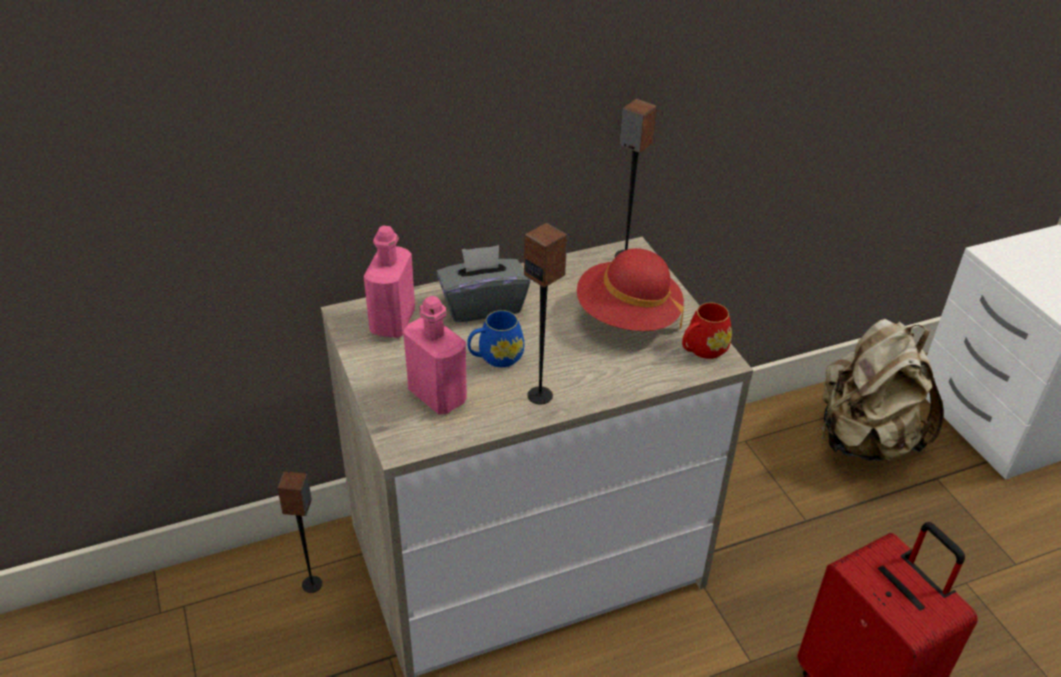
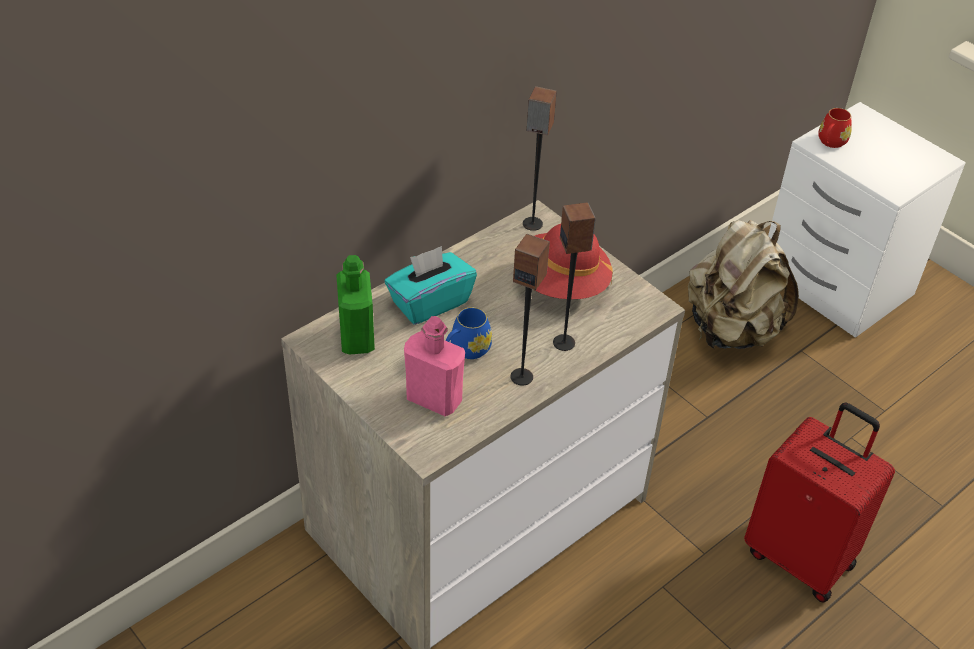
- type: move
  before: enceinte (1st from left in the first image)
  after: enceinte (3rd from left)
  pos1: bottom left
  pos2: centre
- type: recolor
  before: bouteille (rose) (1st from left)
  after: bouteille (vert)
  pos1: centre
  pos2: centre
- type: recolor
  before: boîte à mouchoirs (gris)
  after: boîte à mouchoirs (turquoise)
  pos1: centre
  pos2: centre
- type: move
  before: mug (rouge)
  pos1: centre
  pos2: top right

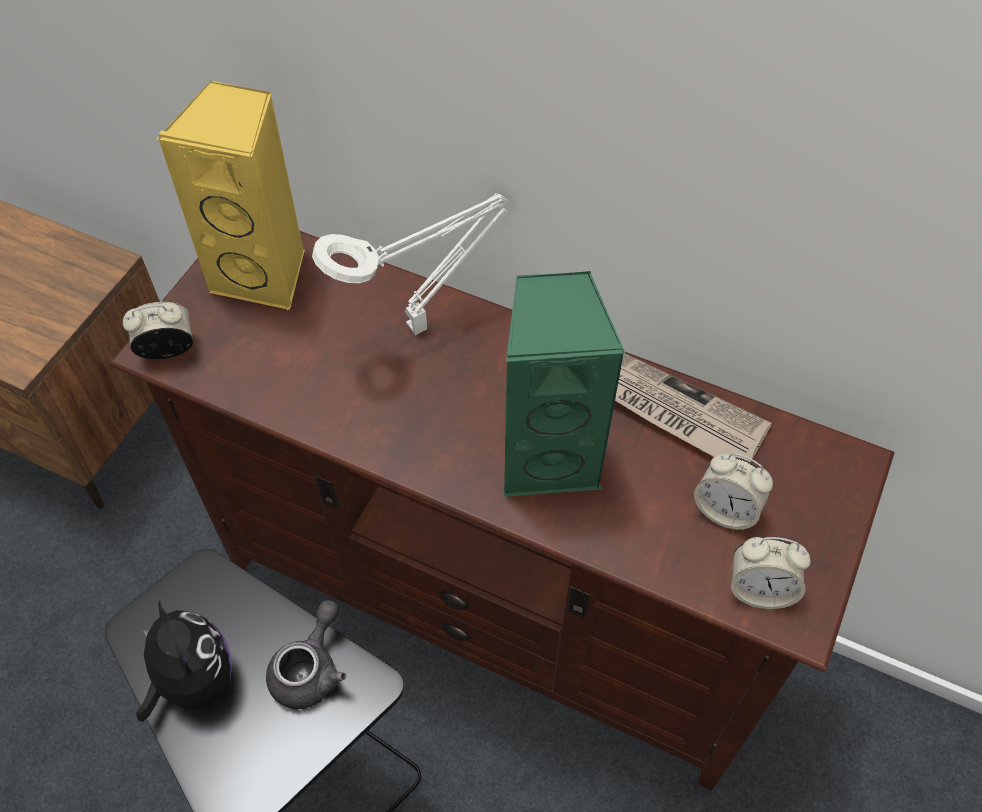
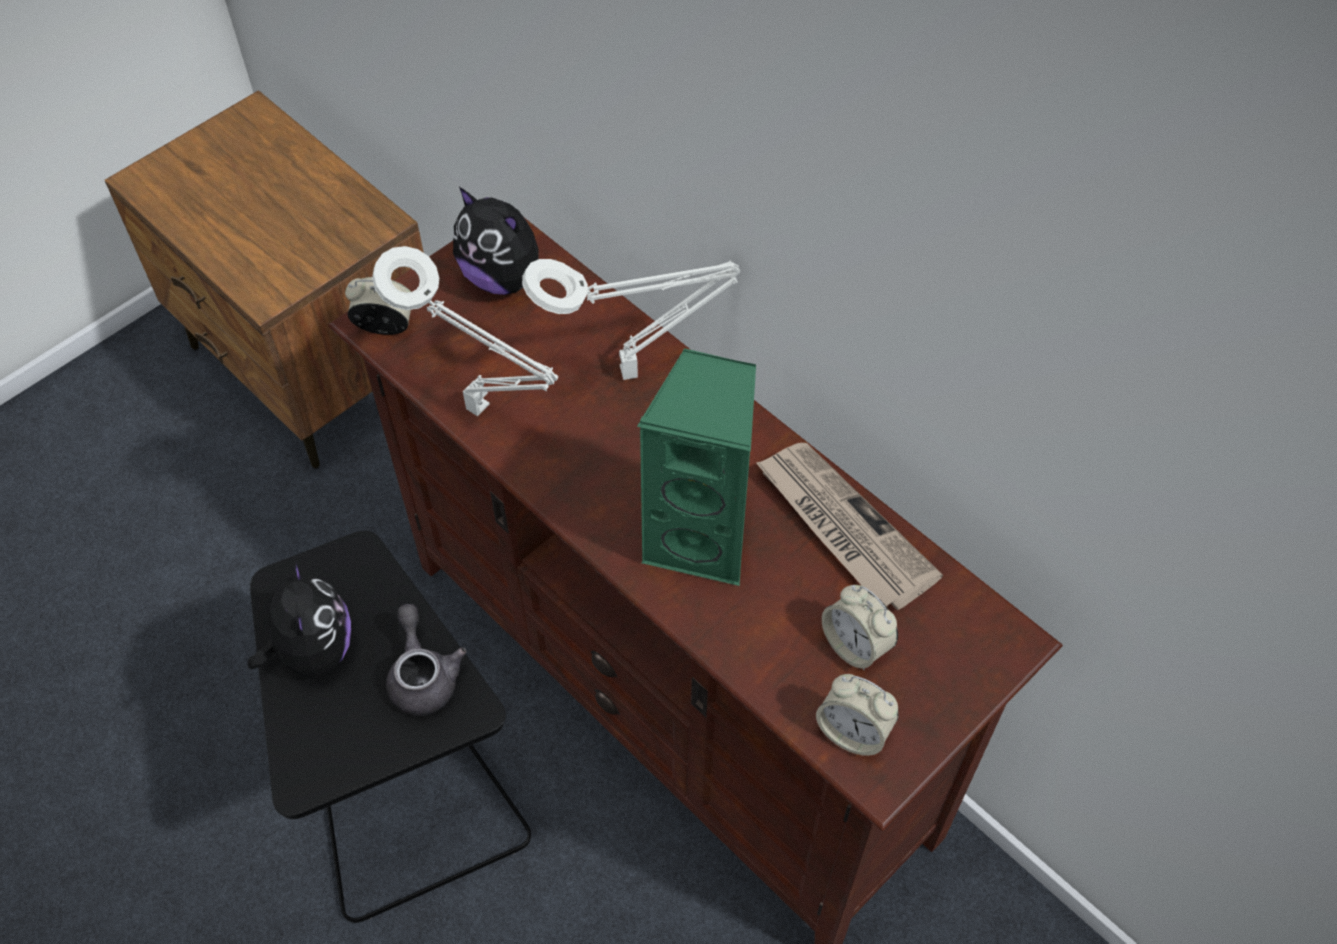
- type: replace
  before: enceinte (jaune)
  after: peluche (2nd from left)
  pos1: top left
  pos2: top centre
- type: rotate
  before: théière (gris)
  pos1: bottom left
  pos2: bottom left
  turn: -60
- type: insert
  after: lampe de table (blanc) (1st from left)
  pos2: centre

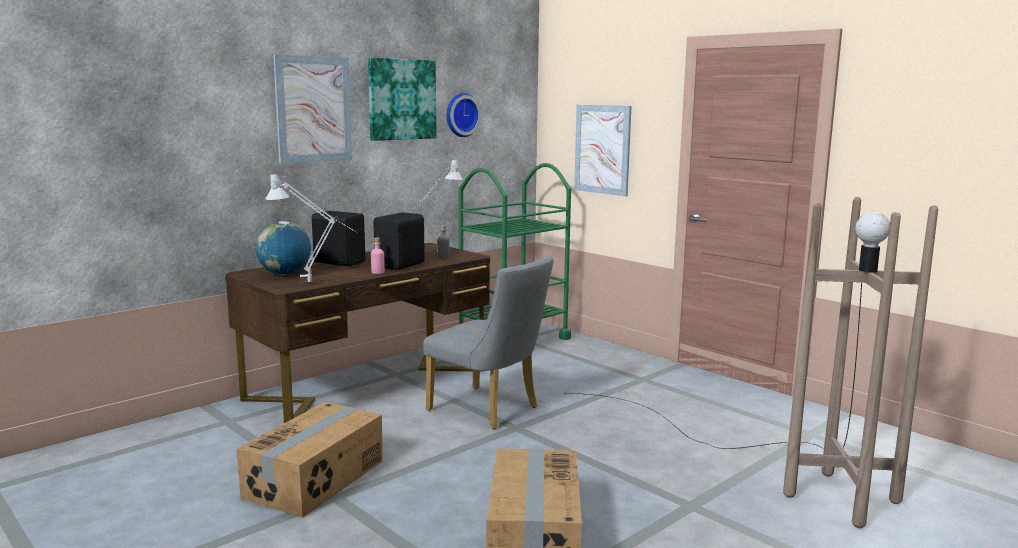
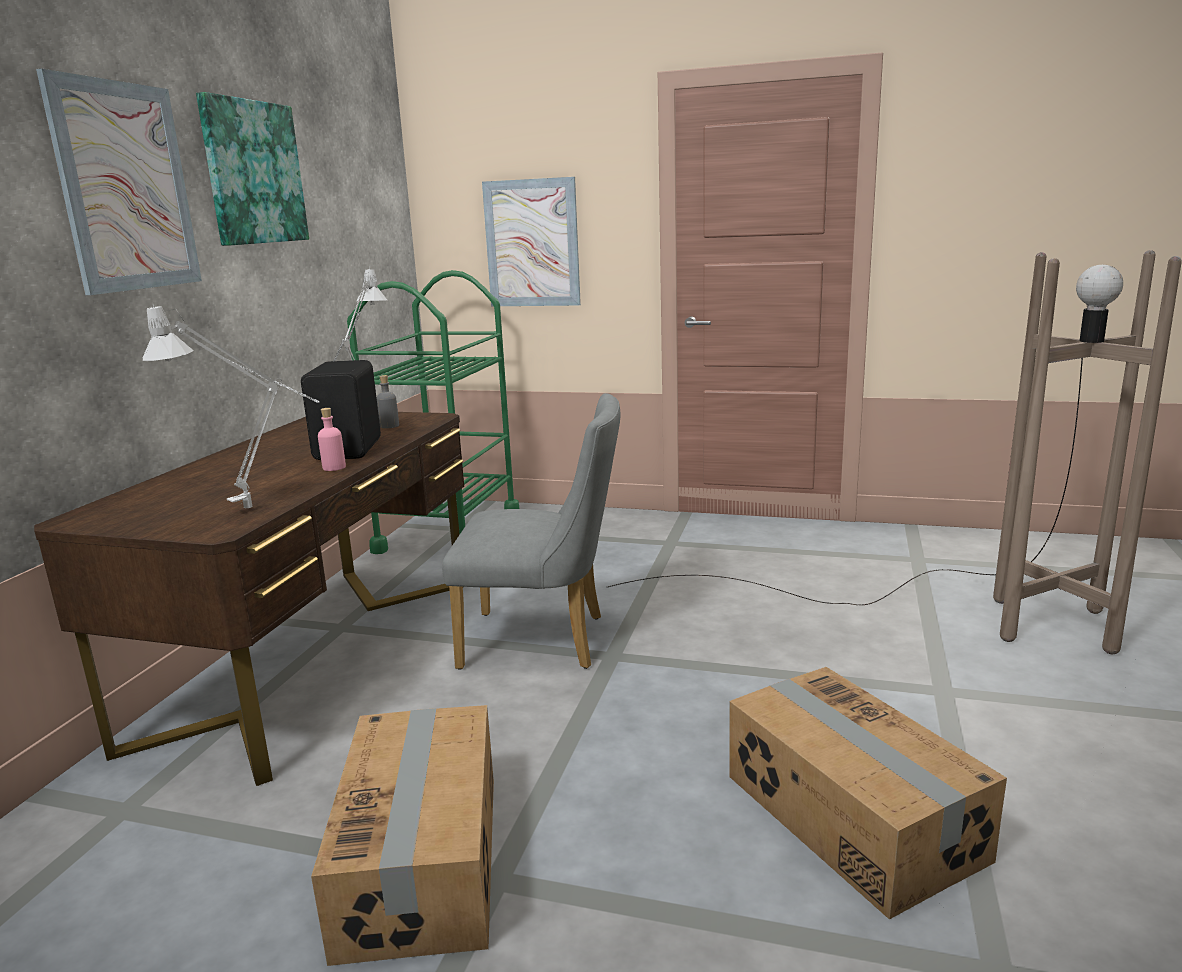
- type: delete
  before: globe
  pos1: middle left
- type: delete
  before: enceinte (noir) (1st from left)
  pos1: middle left
- type: delete
  before: horloge murale
  pos1: top centre

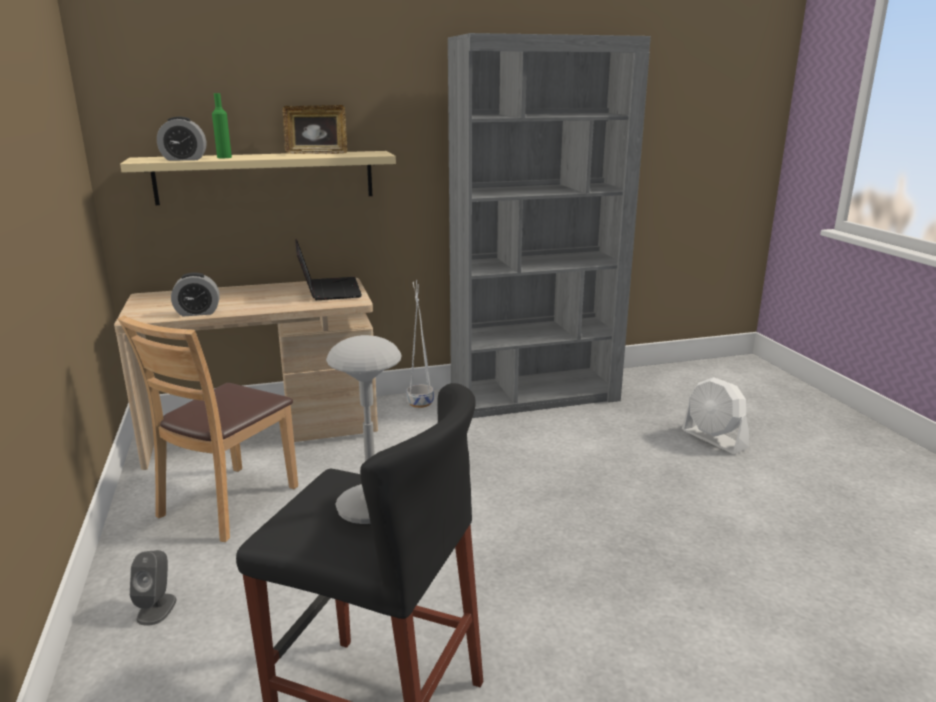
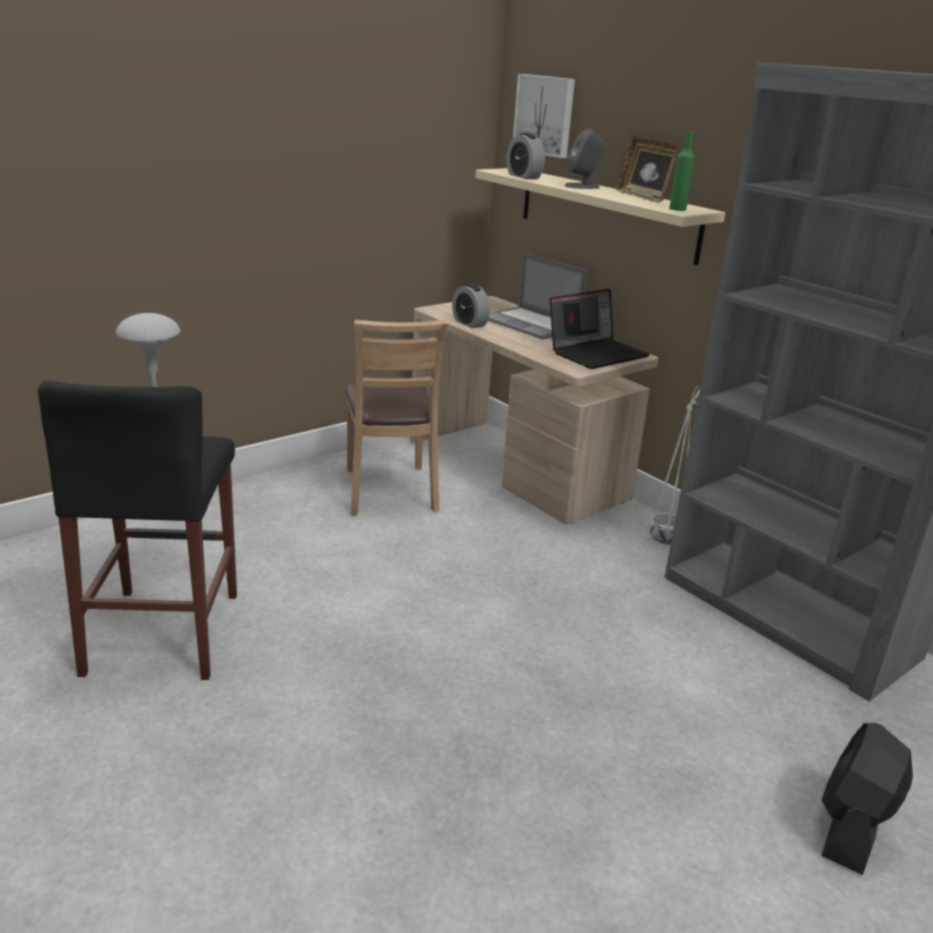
- type: rotate
  before: chaise (marron)
  pos1: middle left
  pos2: centre
  turn: -105
- type: move
  before: enceinte (gris)
  pos1: bottom left
  pos2: top centre
- type: move
  before: bouteille (vert)
  pos1: top left
  pos2: top right
- type: recolor
  before: ventilateur (blanc)
  after: ventilateur (noir)
  pos1: middle right
  pos2: bottom right
- type: insert
  after: ordinateur portable (1st from left)
  pos2: top centre
- type: insert
  after: tableau
  pos2: top centre

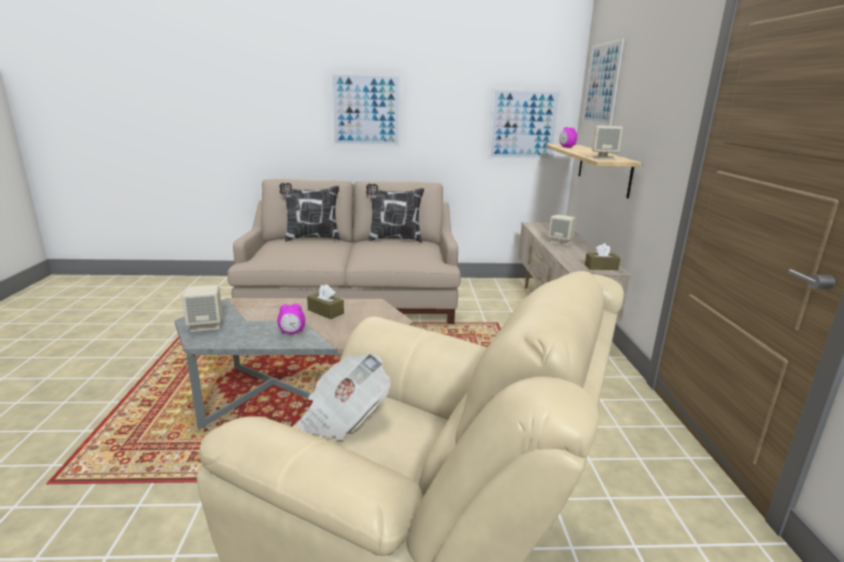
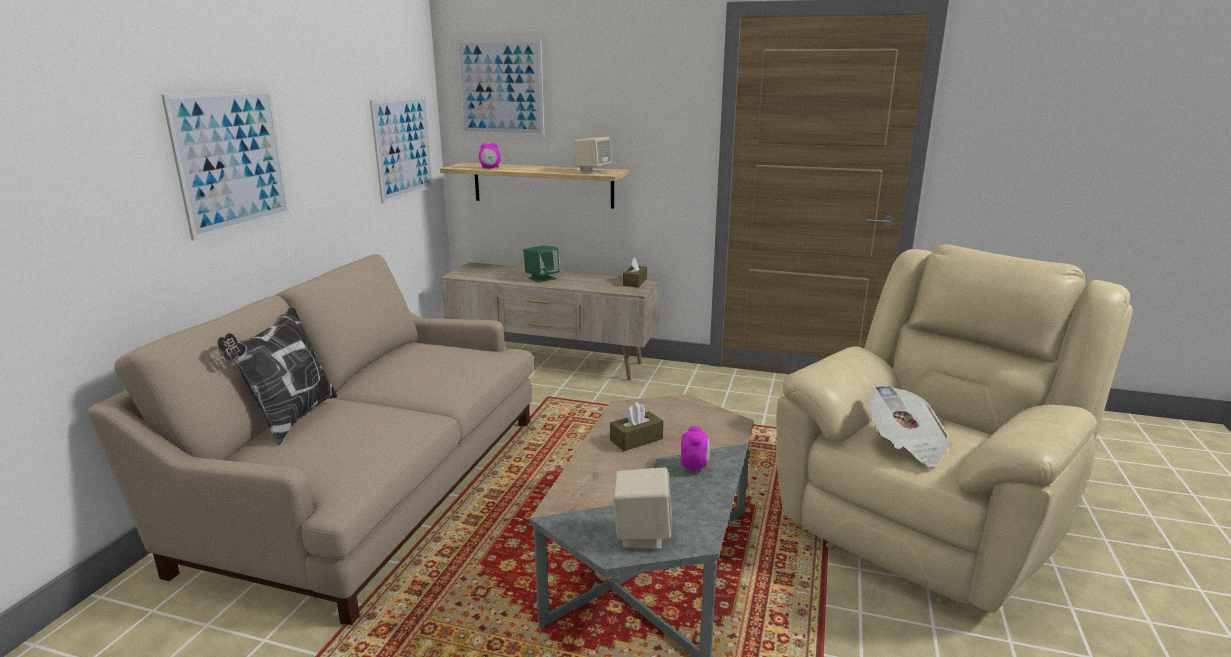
- type: delete
  before: coussin (2nd from left)
  pos1: centre
- type: recolor
  before: enceinte (beige) (2nd from left)
  after: enceinte (vert)
  pos1: centre
  pos2: centre

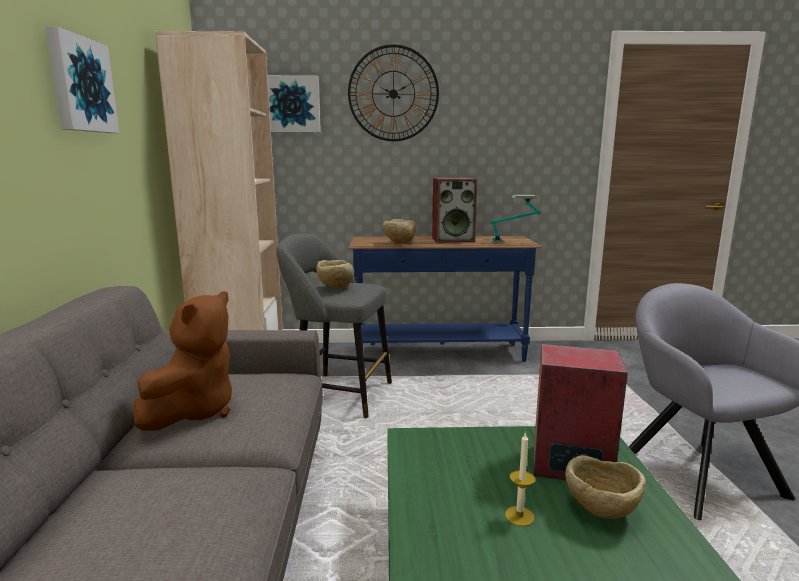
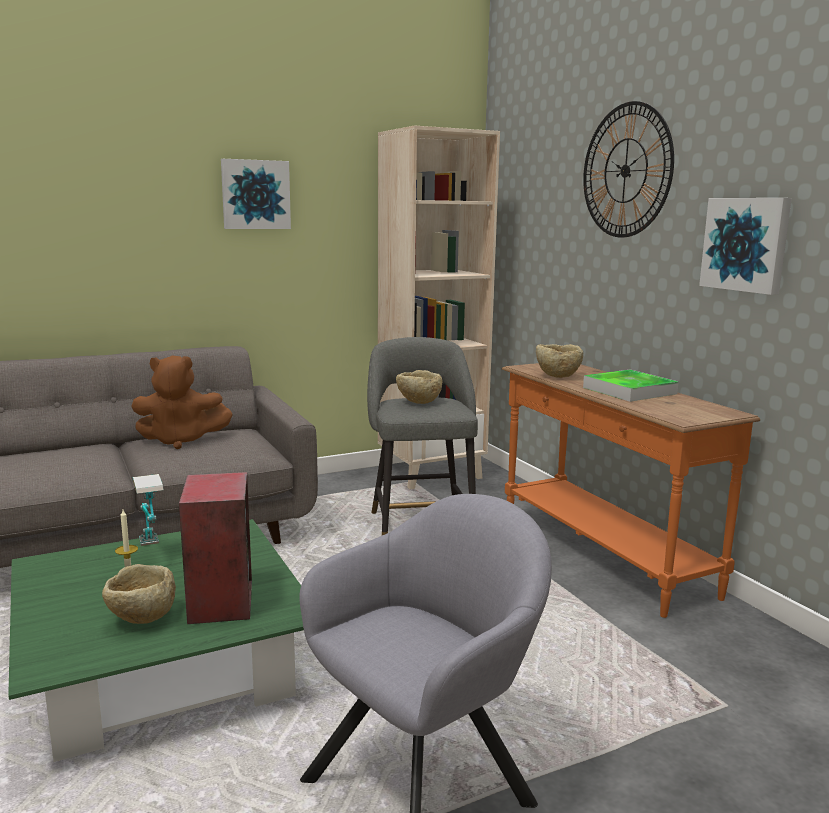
- type: move
  before: tableau (2nd from left)
  pos1: top centre
  pos2: top right
- type: recolor
  before: table console (bleu)
  after: table console (orange)
  pos1: centre
  pos2: middle right
- type: replace
  before: enceinte (1st from left)
  after: plateau
  pos1: centre
  pos2: middle right
- type: move
  before: lampe de table
  pos1: centre
  pos2: middle left

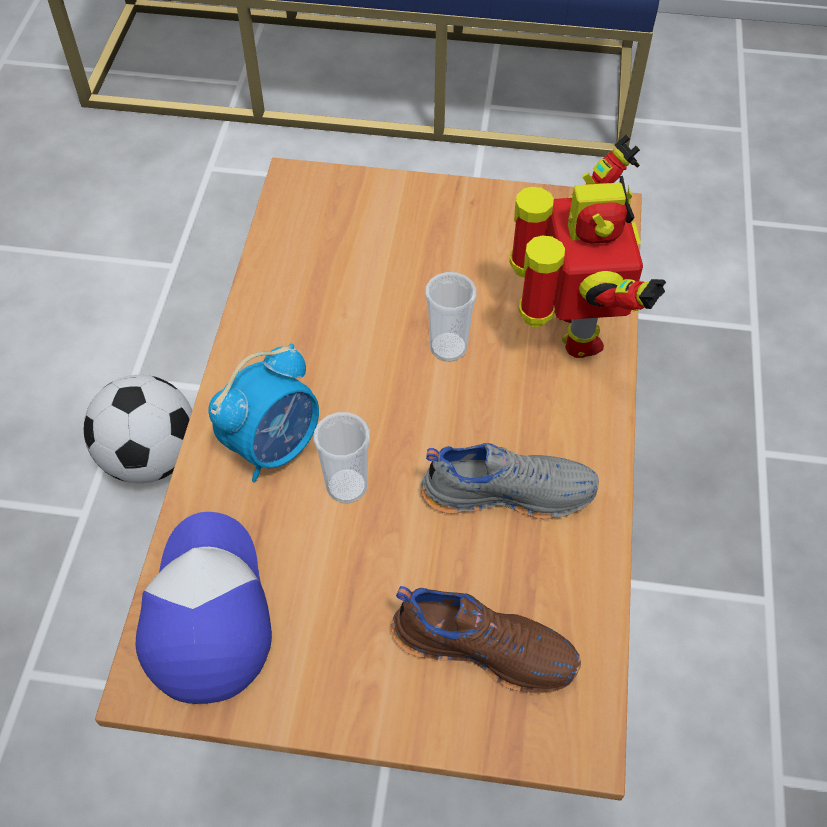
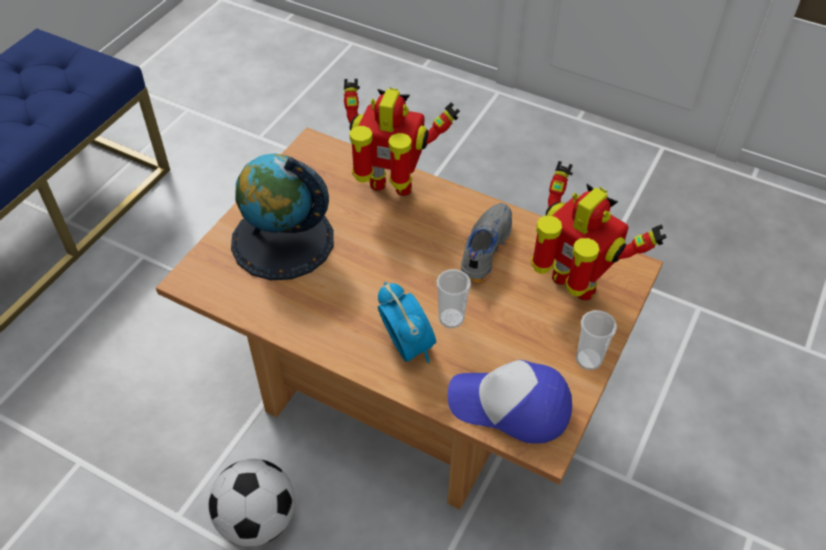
- type: replace
  before: chaussure (marron)
  after: robot jouet (2nd from left)
  pos1: bottom centre
  pos2: middle right
- type: move
  before: tasse (2nd from left)
  pos1: centre
  pos2: middle right
- type: insert
  after: globe
  pos2: centre

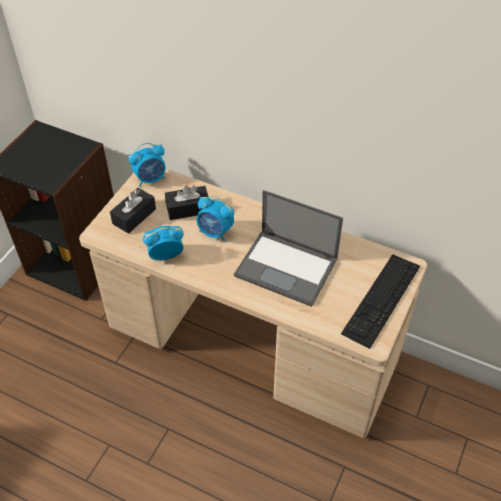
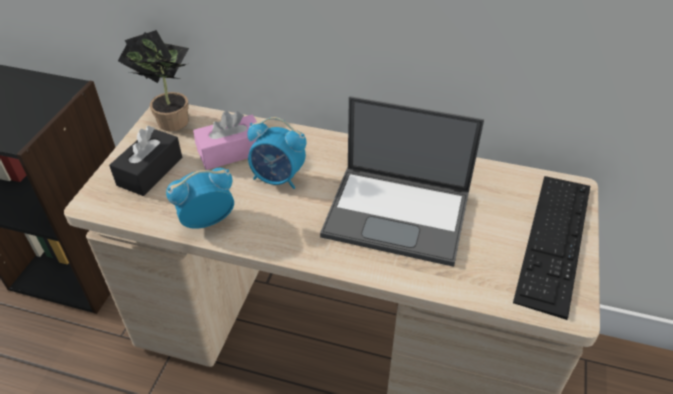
- type: replace
  before: réveil (1st from left)
  after: plante en pot
  pos1: top left
  pos2: top left
- type: recolor
  before: boîte à mouchoirs (noir) (2nd from left)
  after: boîte à mouchoirs (rose)
  pos1: centre
  pos2: centre

